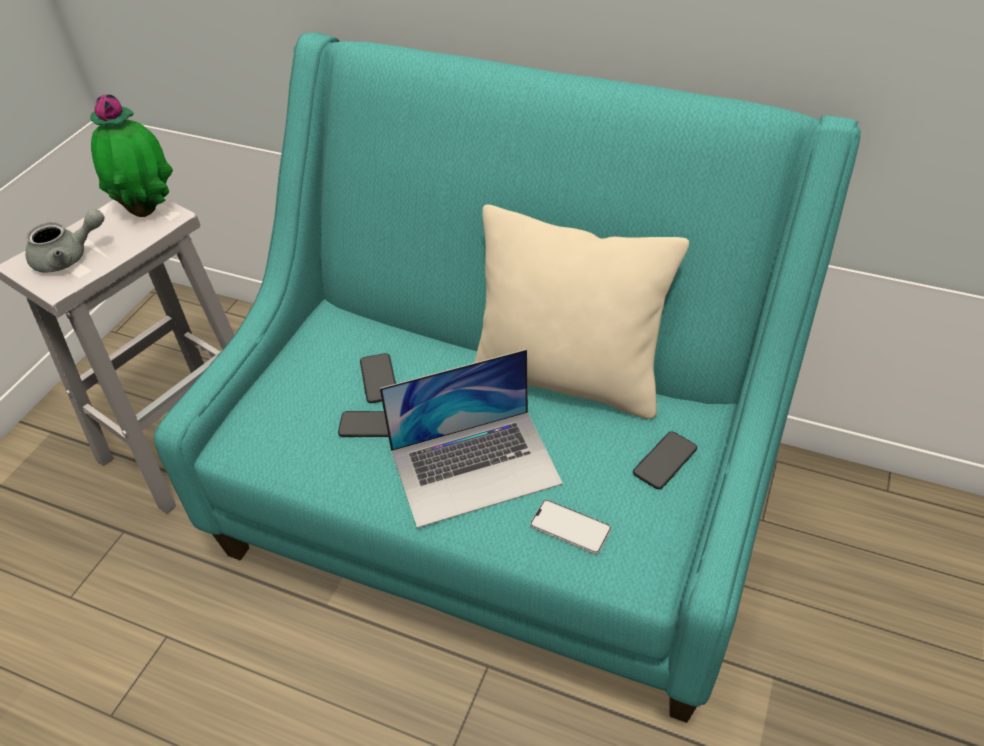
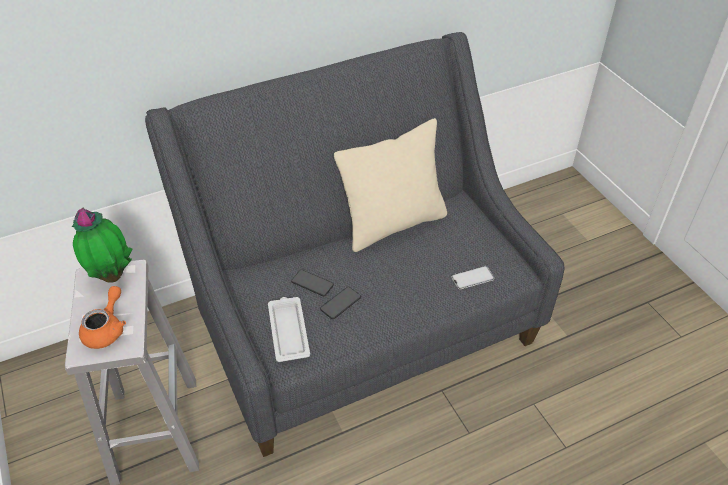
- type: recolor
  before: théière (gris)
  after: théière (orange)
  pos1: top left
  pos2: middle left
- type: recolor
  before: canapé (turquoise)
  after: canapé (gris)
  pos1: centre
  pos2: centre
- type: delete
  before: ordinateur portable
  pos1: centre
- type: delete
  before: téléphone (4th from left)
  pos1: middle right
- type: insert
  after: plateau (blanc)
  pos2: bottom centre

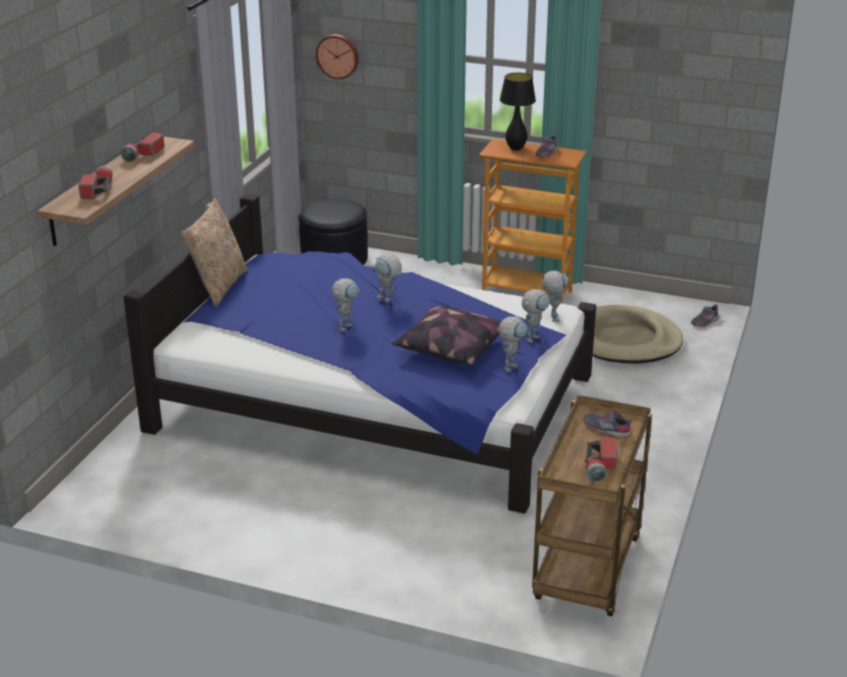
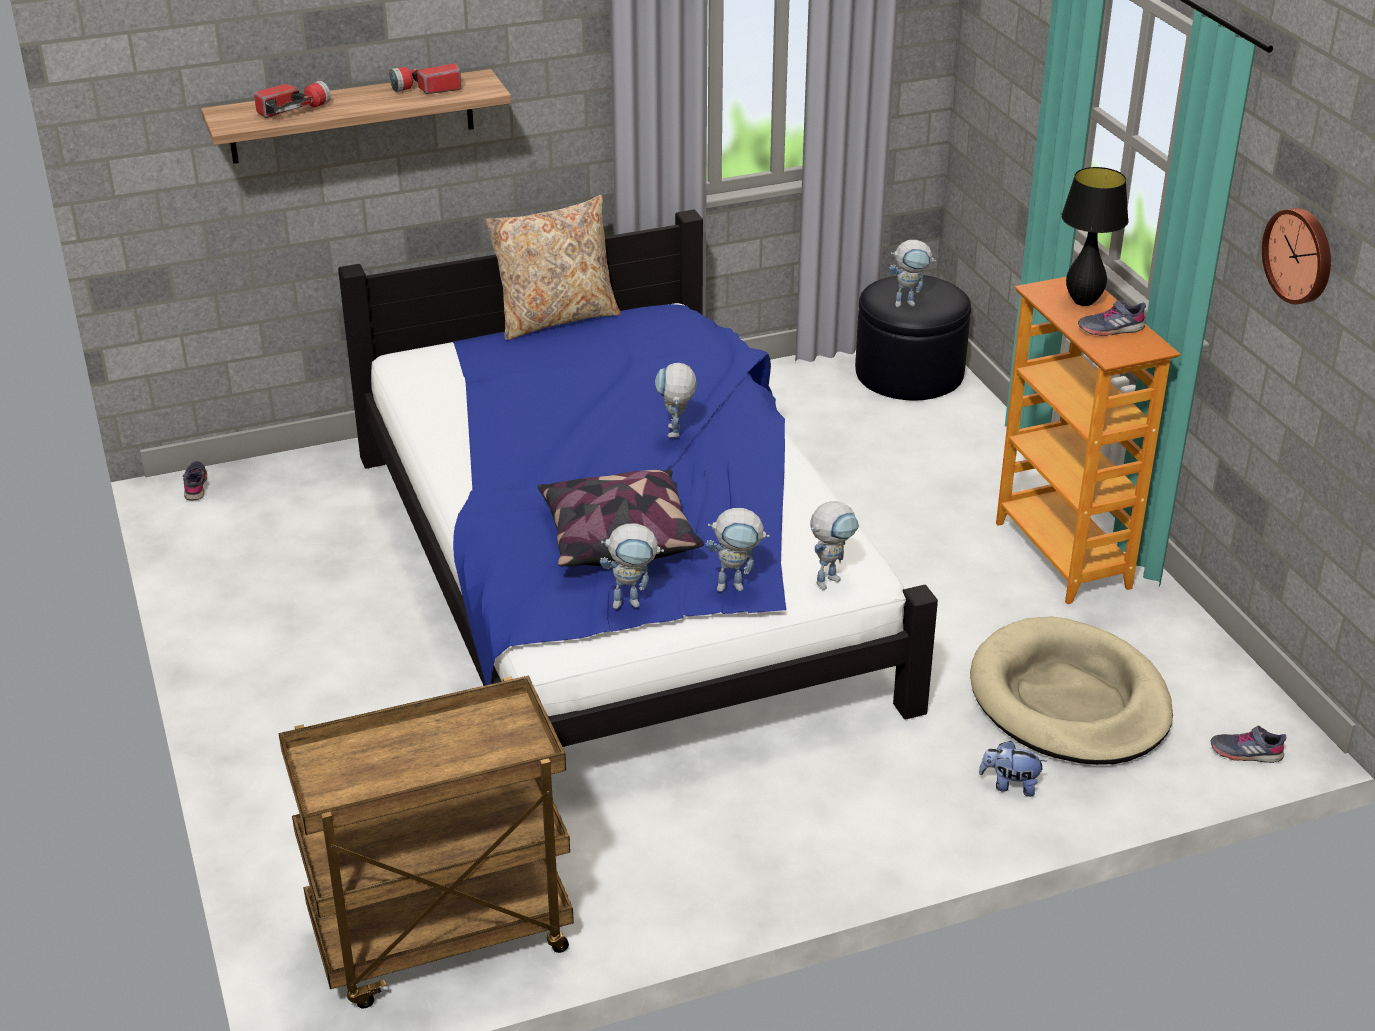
- type: move
  before: horloge murale
  pos1: top centre
  pos2: top right
- type: move
  before: robot jouet (1st from left in the first image)
  after: robot jouet (5th from left)
  pos1: centre
  pos2: top centre
- type: move
  before: chaussure (gris) (2nd from left in the first image)
  after: chaussure (gris) (1st from left)
  pos1: middle right
  pos2: middle left
- type: delete
  before: lampe de poche (3rd from left)
  pos1: bottom right
- type: insert
  after: peluche
  pos2: bottom right

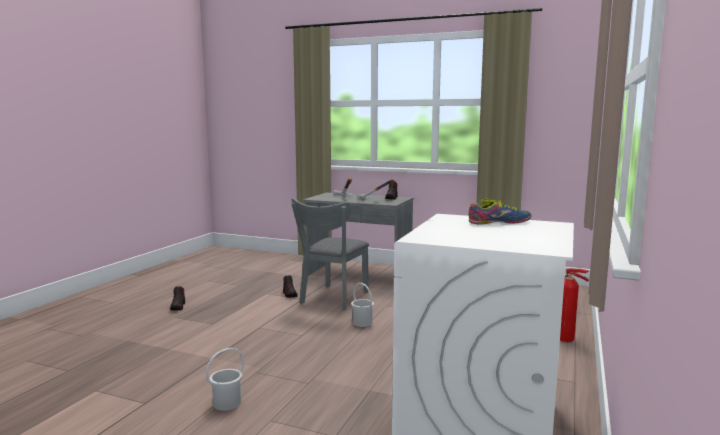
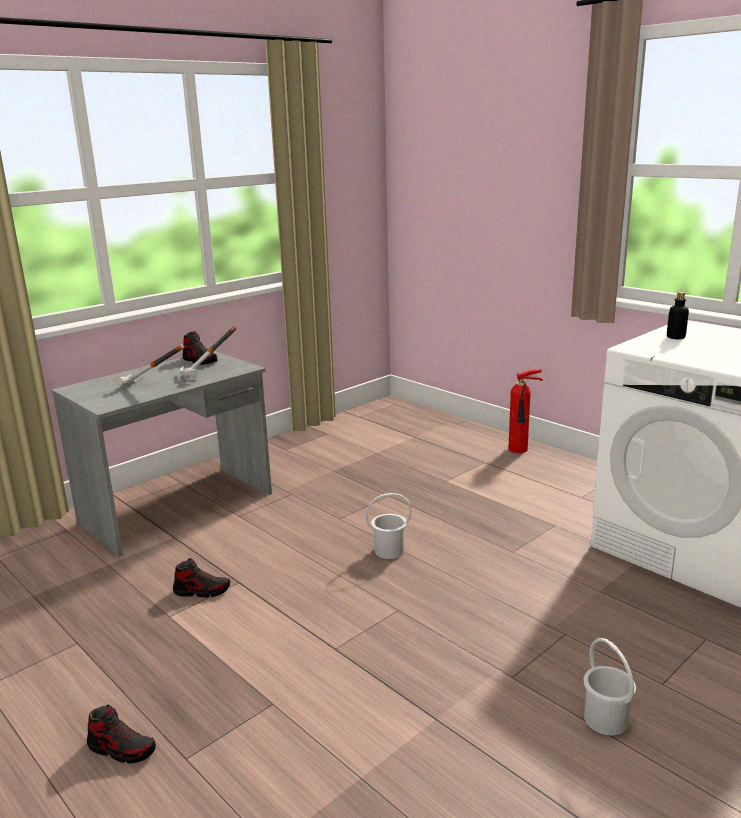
- type: delete
  before: chaise (gris)
  pos1: centre
- type: replace
  before: chaussure (4th from left)
  after: bouteille
  pos1: middle right
  pos2: middle right

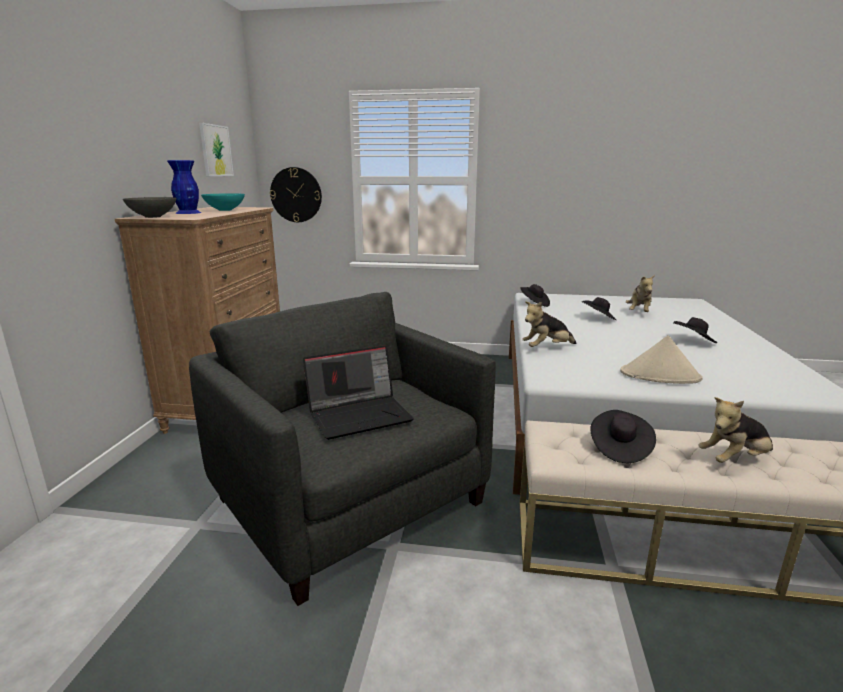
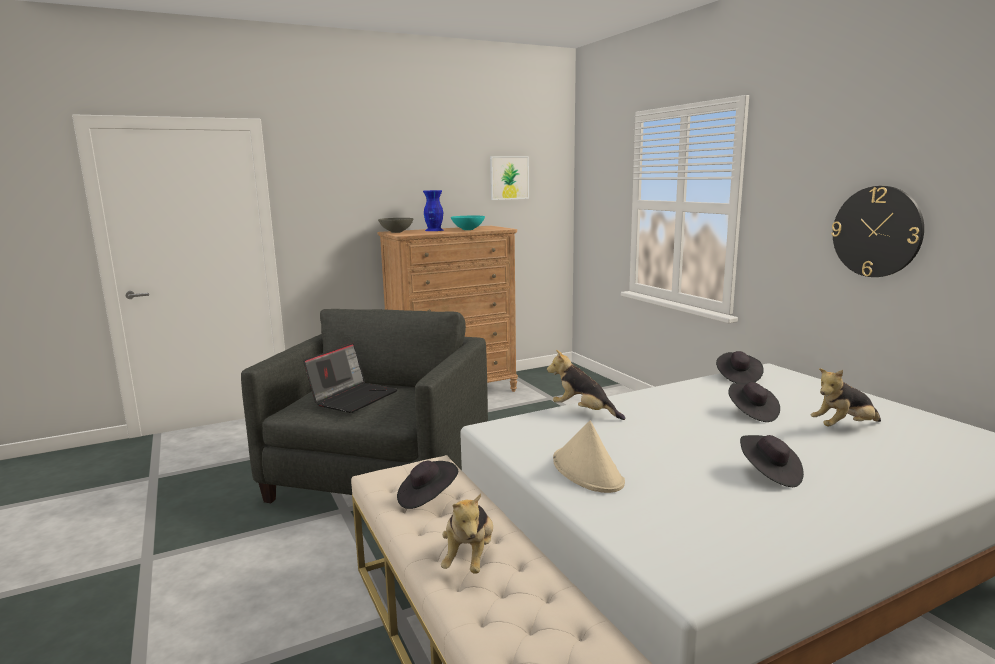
- type: move
  before: horloge murale
  pos1: top centre
  pos2: middle right
- type: rotate
  before: ordinateur portable
  pos1: centre
  pos2: centre
  turn: -90
- type: rotate
  before: peluche (3rd from left in the first image)
  pos1: middle right
  pos2: bottom centre
  turn: -120

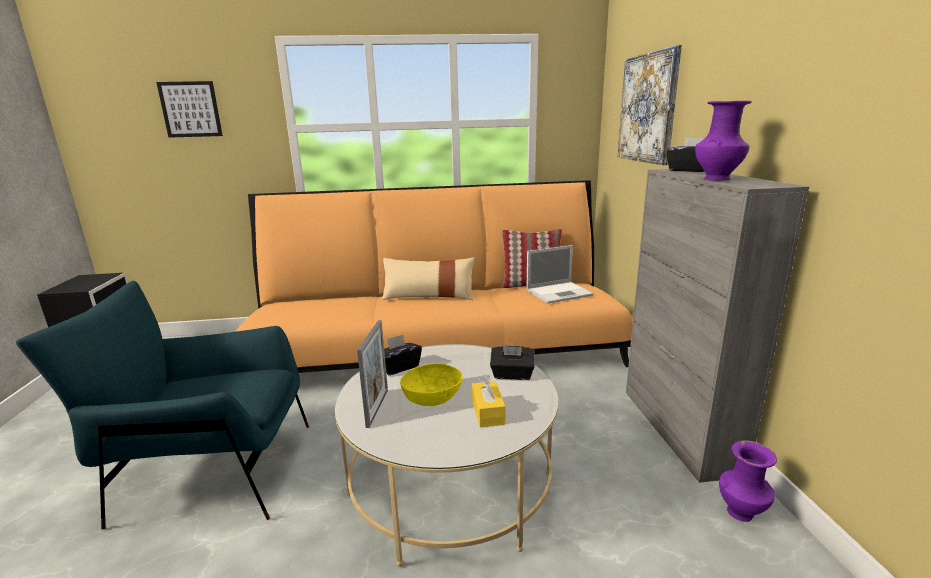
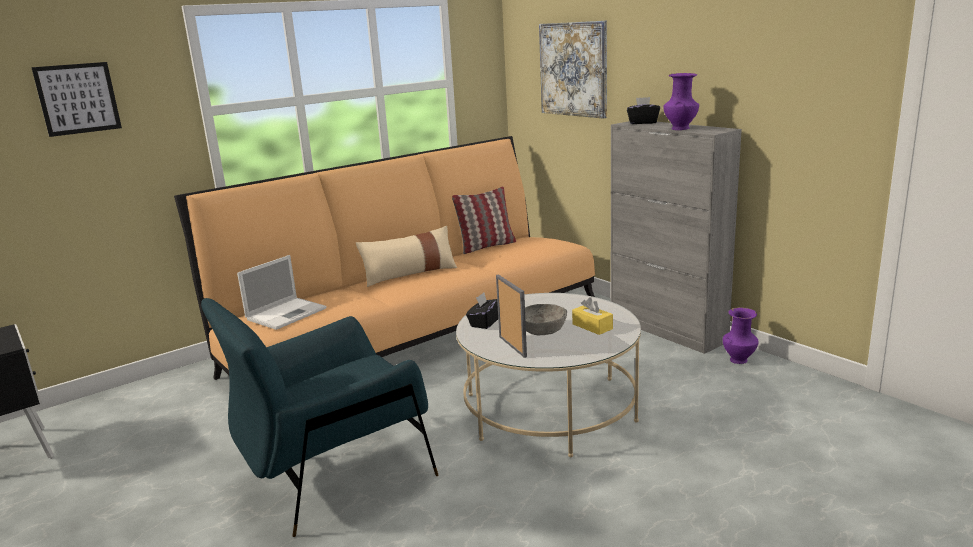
- type: recolor
  before: bol (jaune)
  after: bol (gris)
  pos1: centre
  pos2: centre
- type: delete
  before: boîte à mouchoirs (noir) (2nd from left)
  pos1: centre
- type: move
  before: ordinateur portable
  pos1: centre
  pos2: middle left

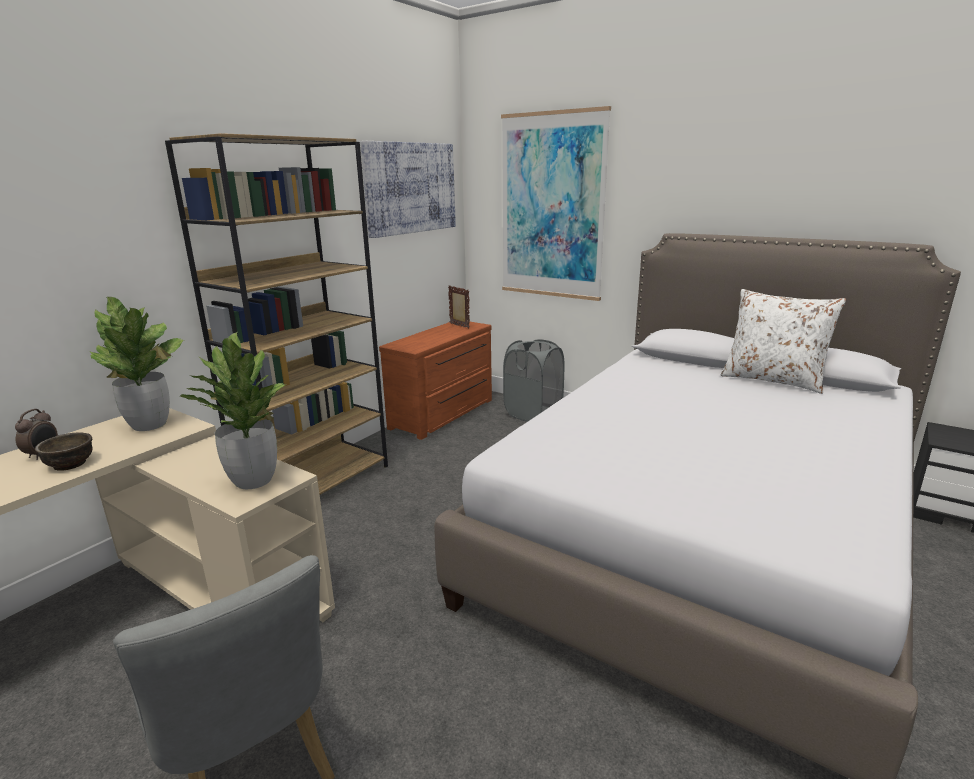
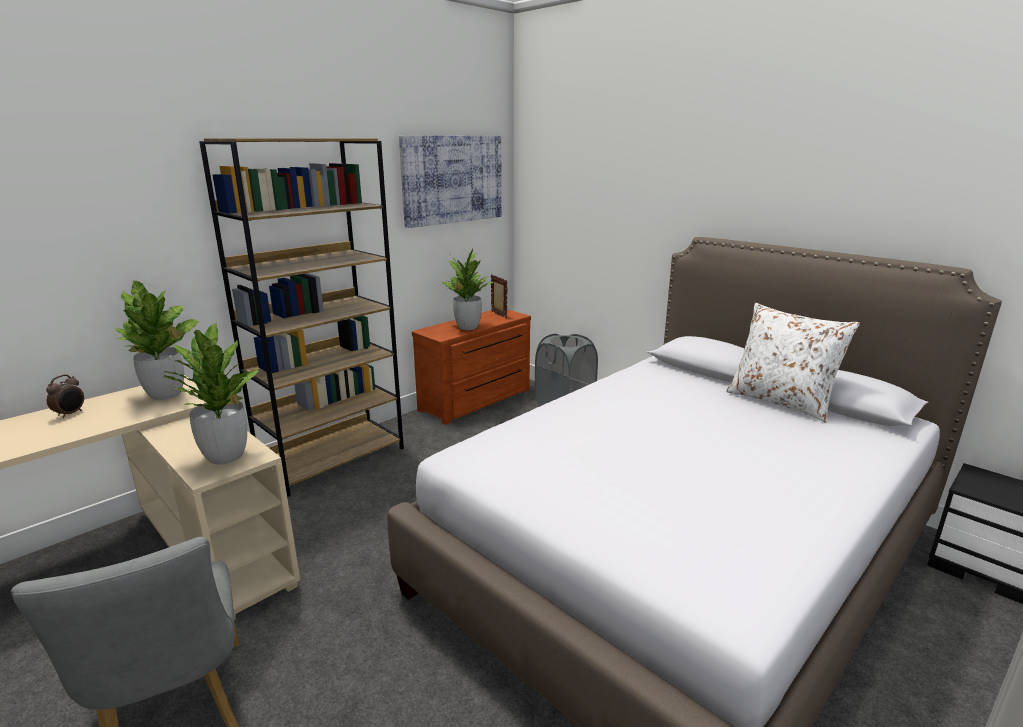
- type: delete
  before: bol (marron)
  pos1: middle left
- type: delete
  before: tableau (2nd from left)
  pos1: top centre
- type: insert
  after: plante en pot (3rd from left)
  pos2: centre

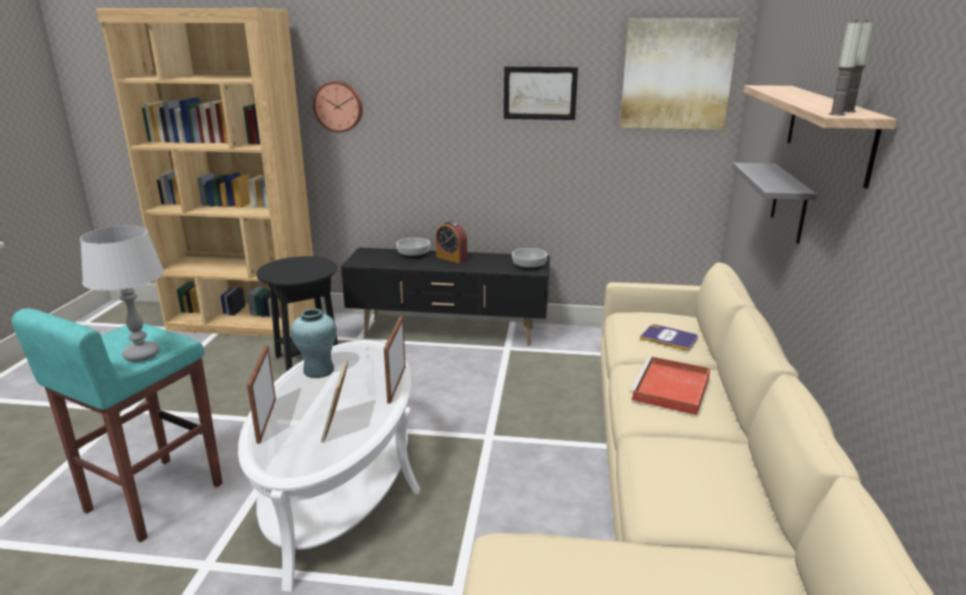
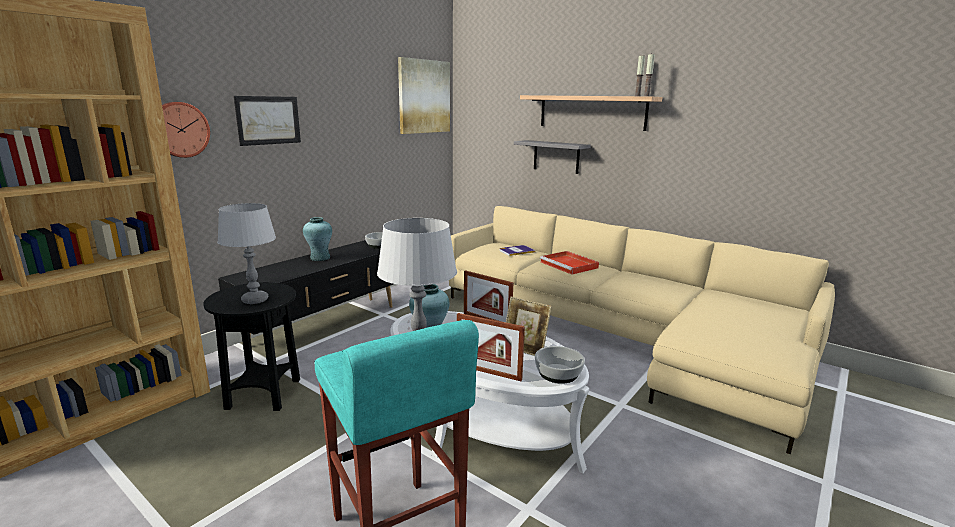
- type: move
  before: bol (1st from left in the first image)
  after: bol (2nd from left)
  pos1: centre
  pos2: bottom centre
- type: replace
  before: réveil
  after: vase (turquoise) (1st from left)
  pos1: centre
  pos2: middle left
- type: move
  before: tableau (1st from left)
  pos1: top centre
  pos2: top left
- type: insert
  after: lampe de table (gris) (1st from left)
  pos2: middle left

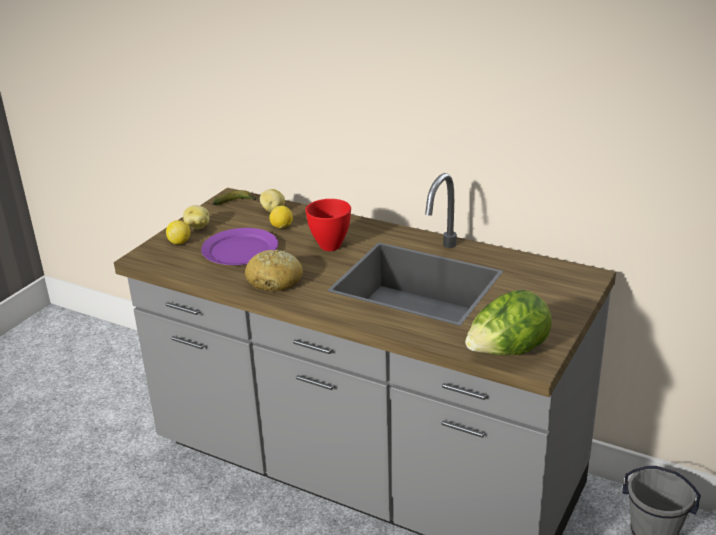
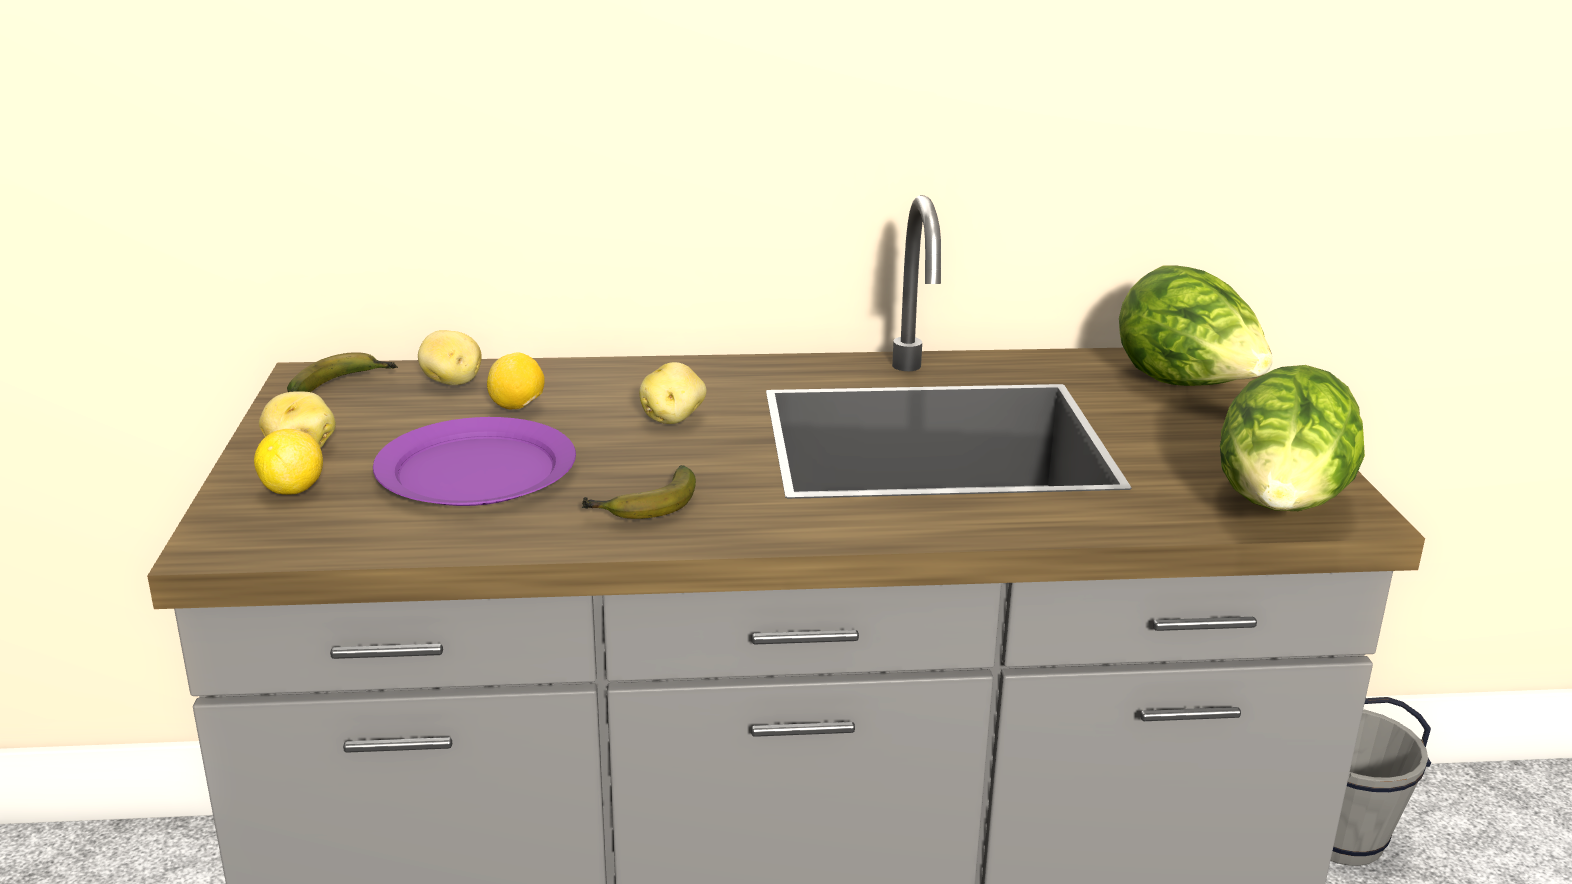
- type: replace
  before: pain
  after: banane (2nd from left)
  pos1: centre
  pos2: centre
- type: replace
  before: bol (rouge)
  after: pomme de terre (3rd from left)
  pos1: centre
  pos2: centre
- type: insert
  after: laitue (1st from left)
  pos2: middle right

